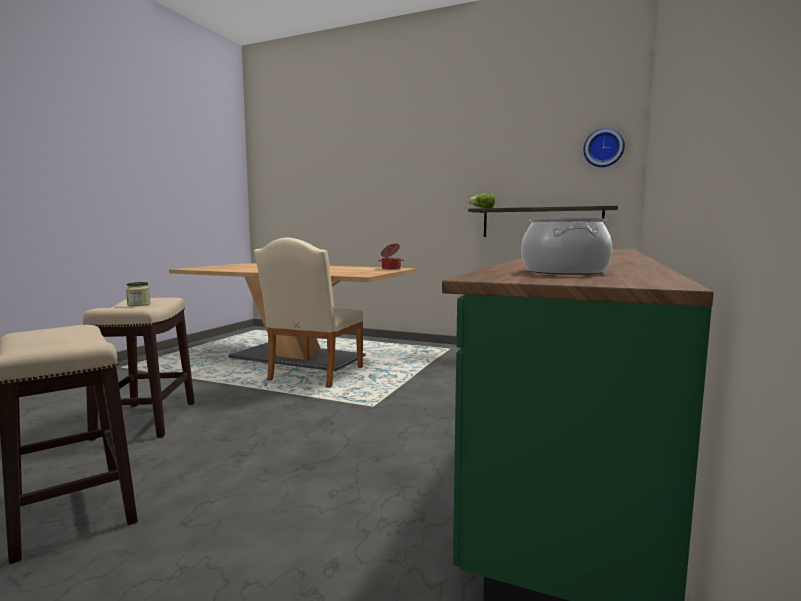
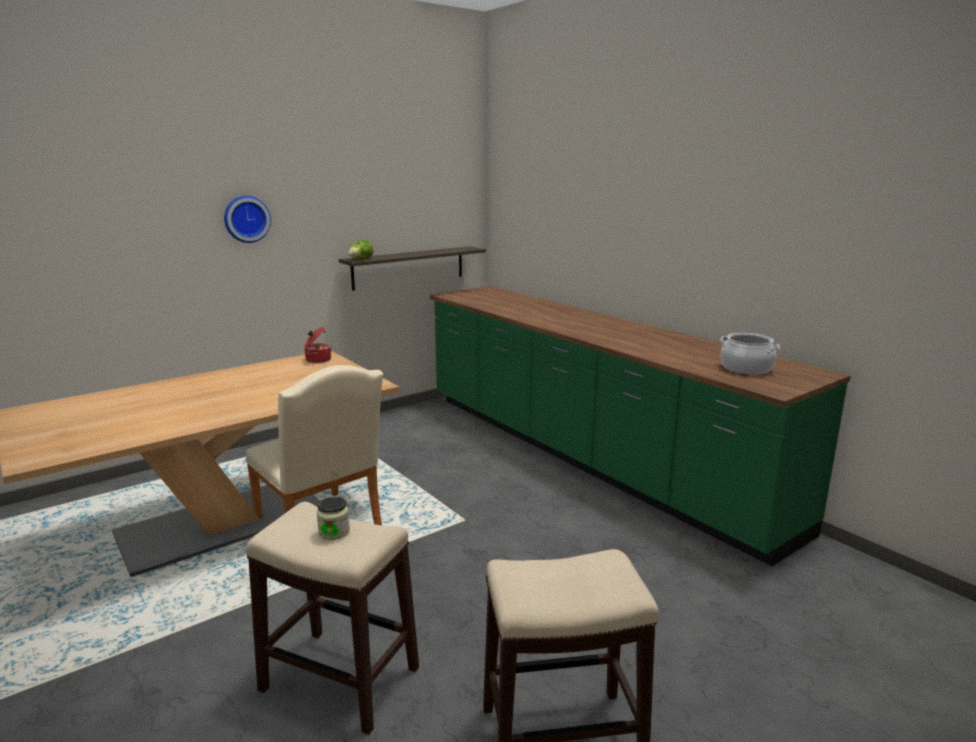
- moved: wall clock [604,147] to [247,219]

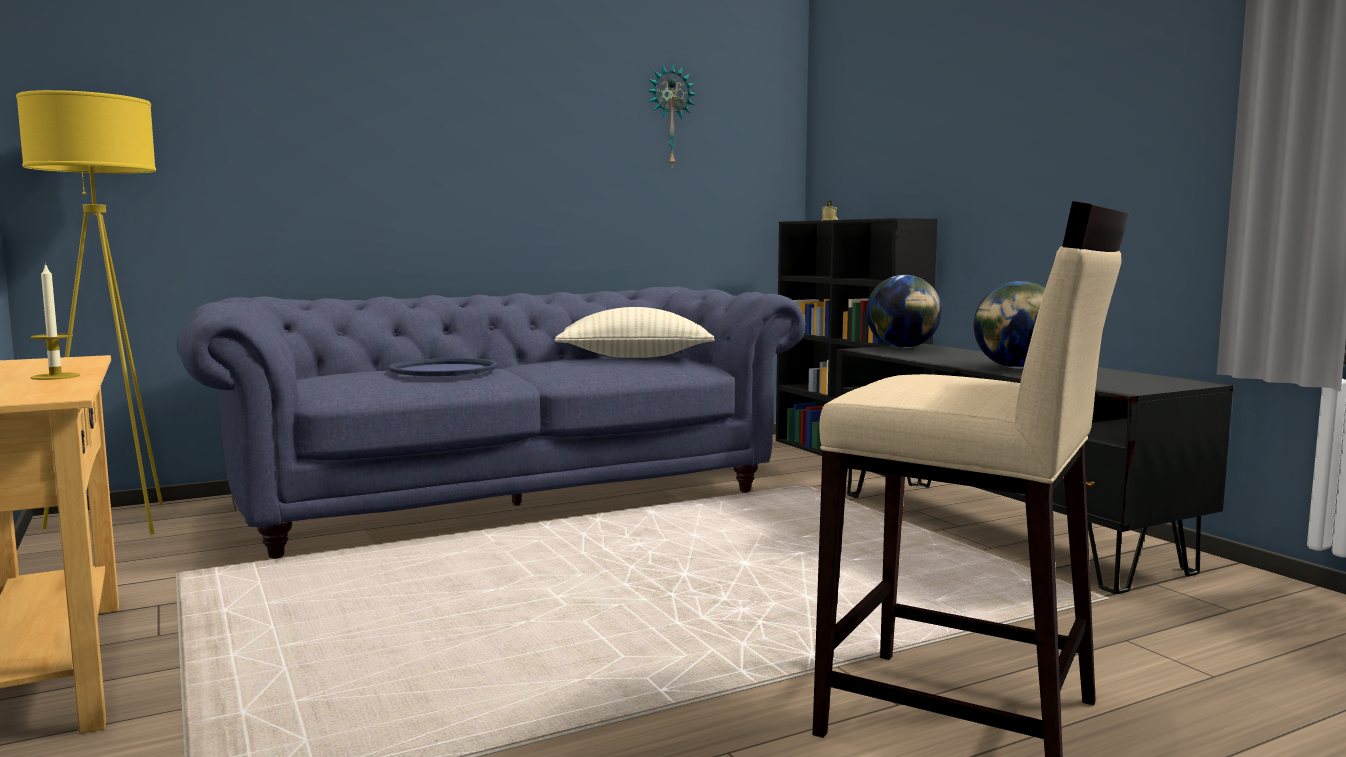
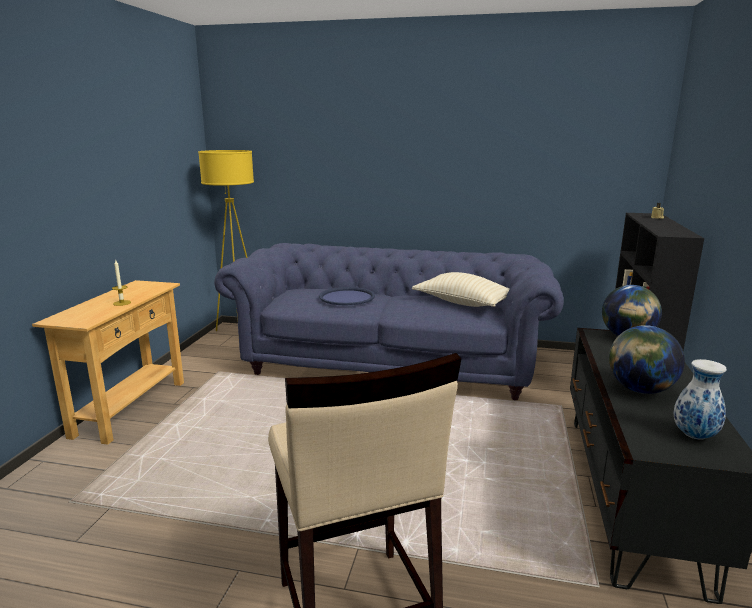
- added: vase [700,399]
- removed: wall clock [672,114]

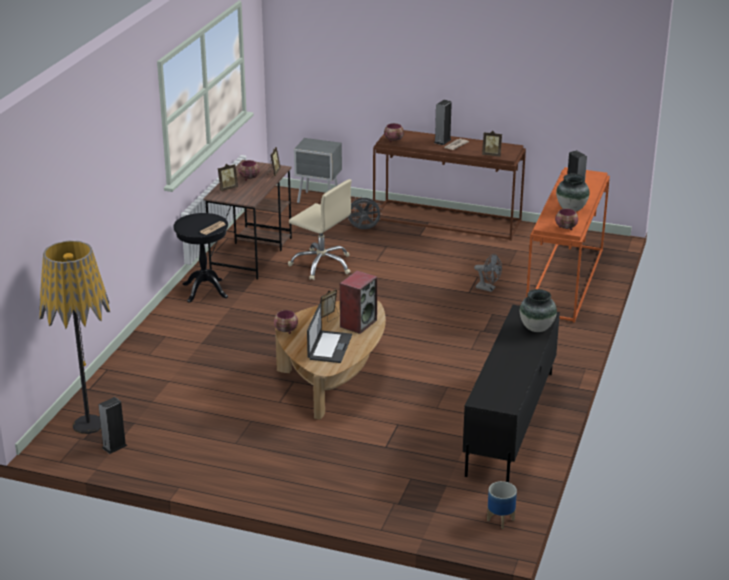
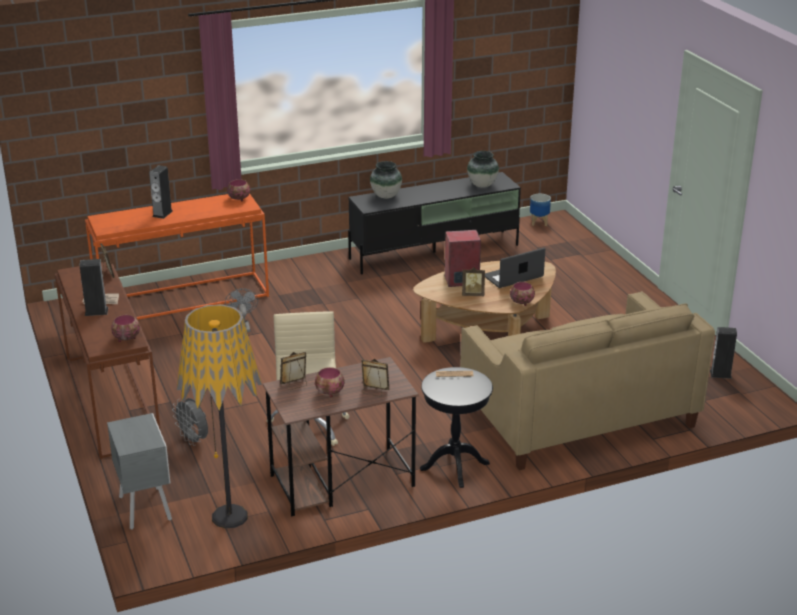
- moved: floor lamp [74,337] to [219,416]
- added: beige sofa [587,381]
- moved: vase [573,193] to [483,169]

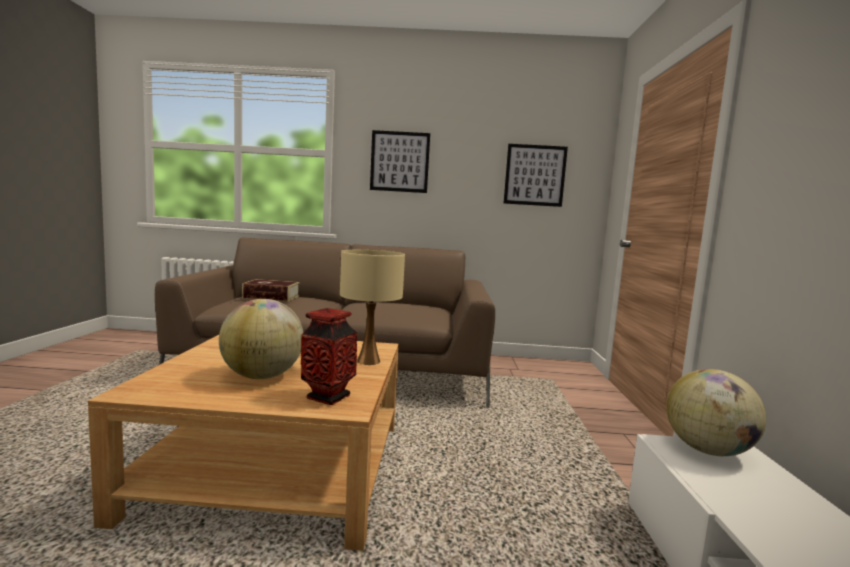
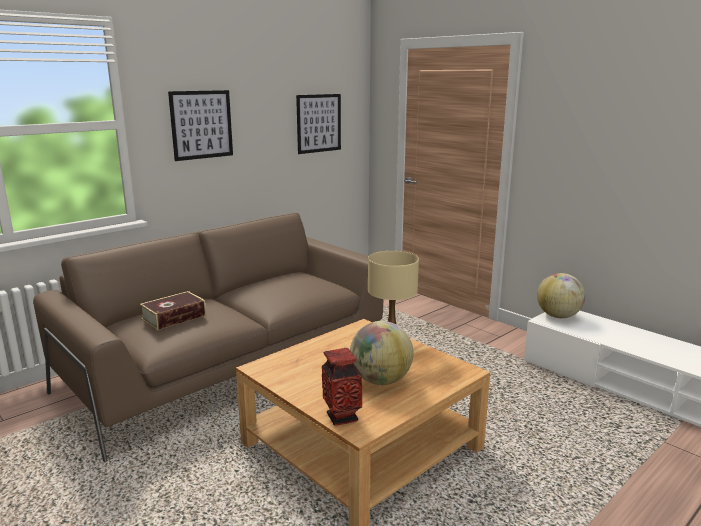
- moved: vase [329,356] to [342,387]

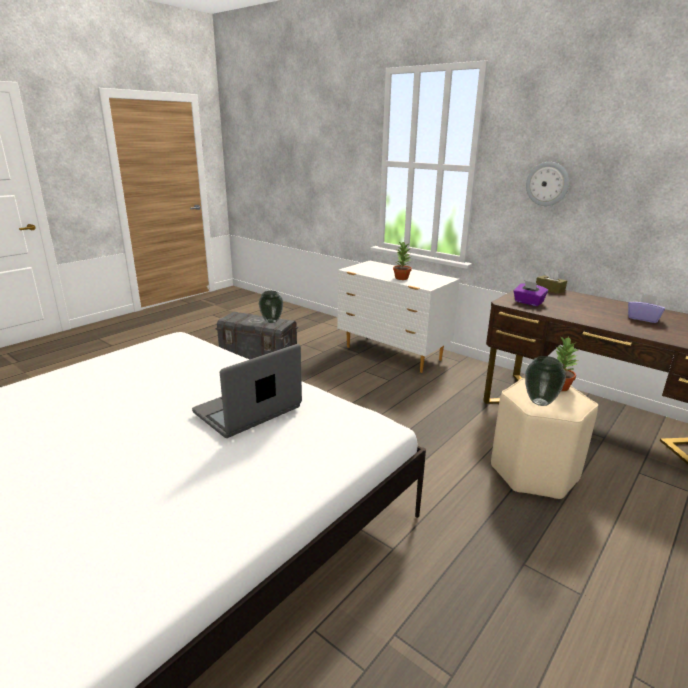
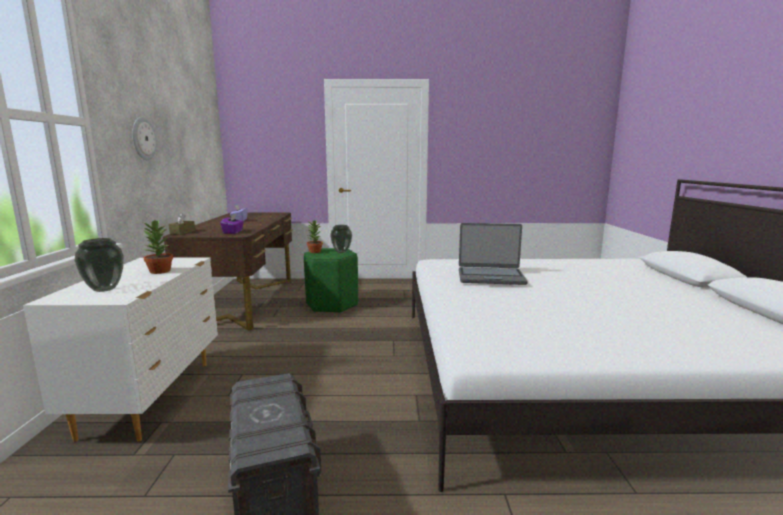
- moved: vase [271,307] to [99,265]
- recoloured: beige stool [544,439] to green stool [331,280]

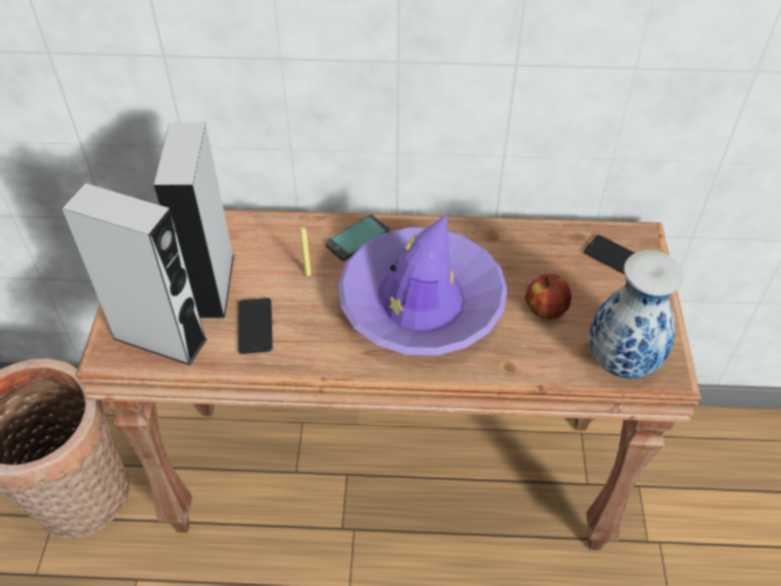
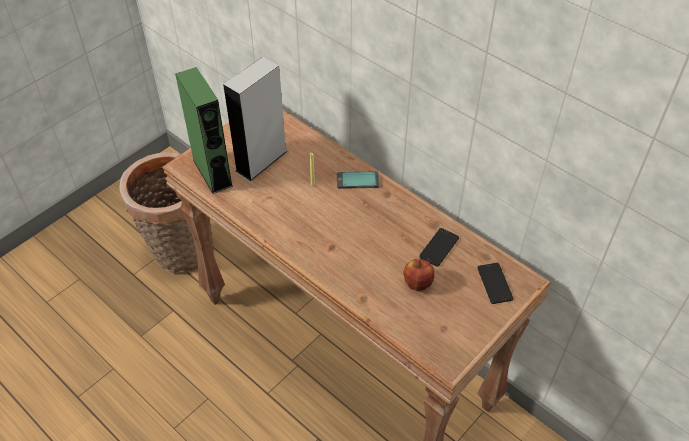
- recoloured: grey speaker [134,274] to green speaker [204,130]
- moved: phone [255,326] to [439,247]
- removed: purple hat [423,285]
- removed: vase [636,314]

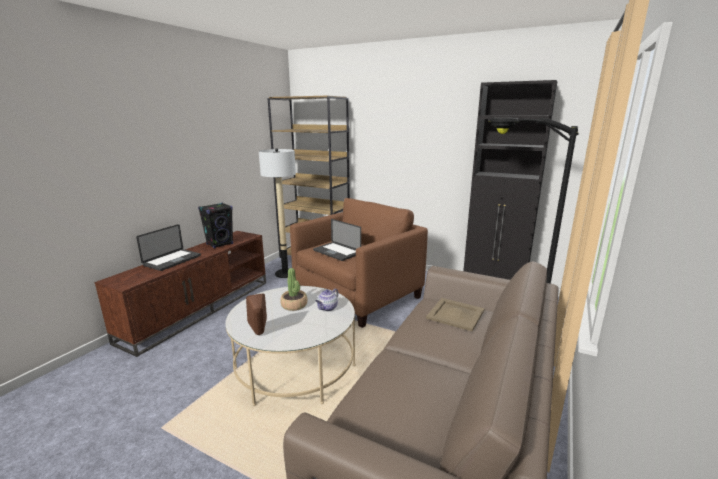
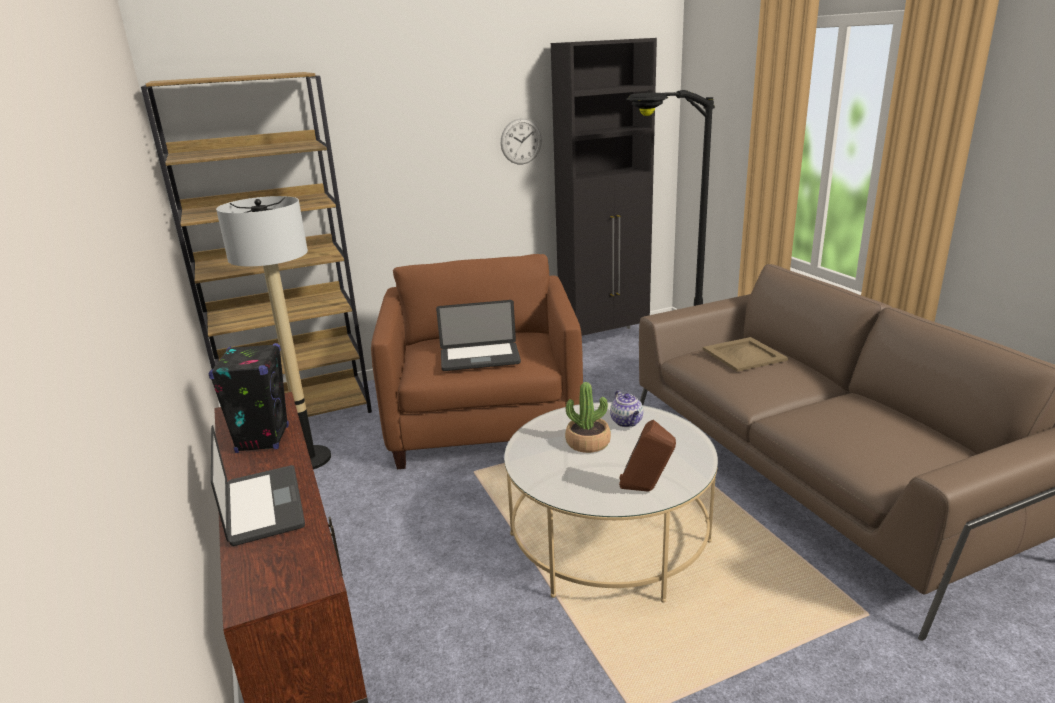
- added: wall clock [521,141]

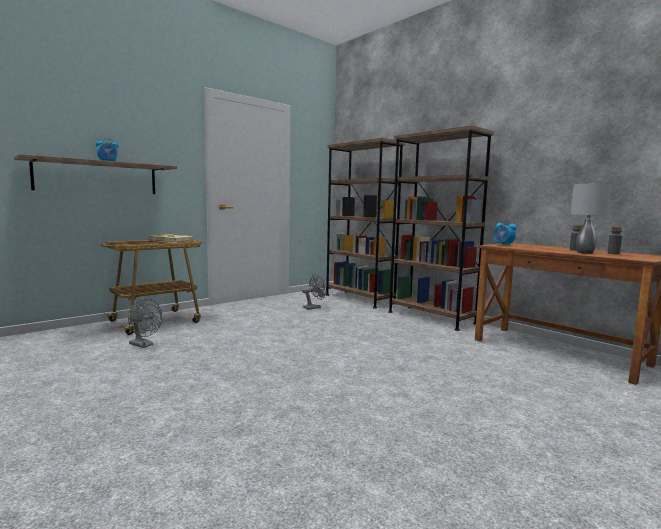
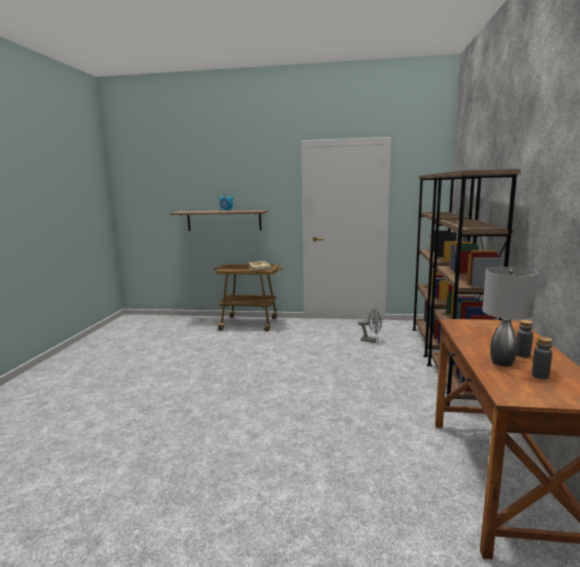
- removed: grey fan [145,323]
- removed: alarm clock [505,233]

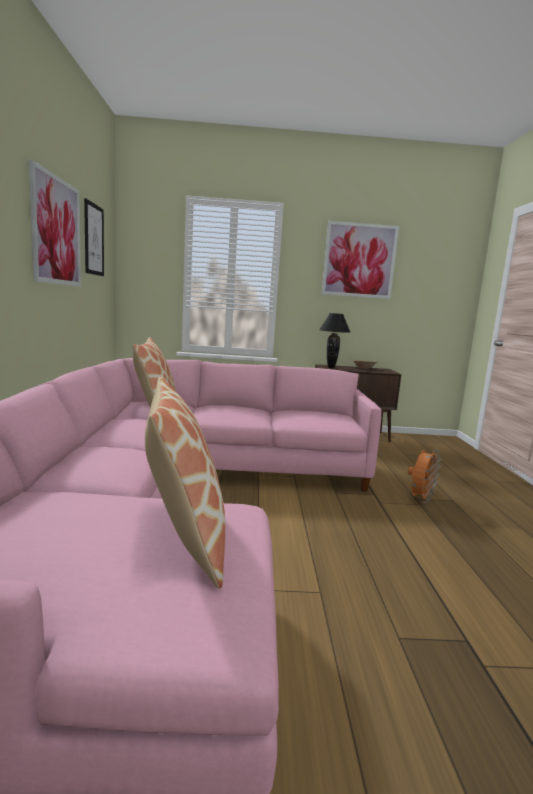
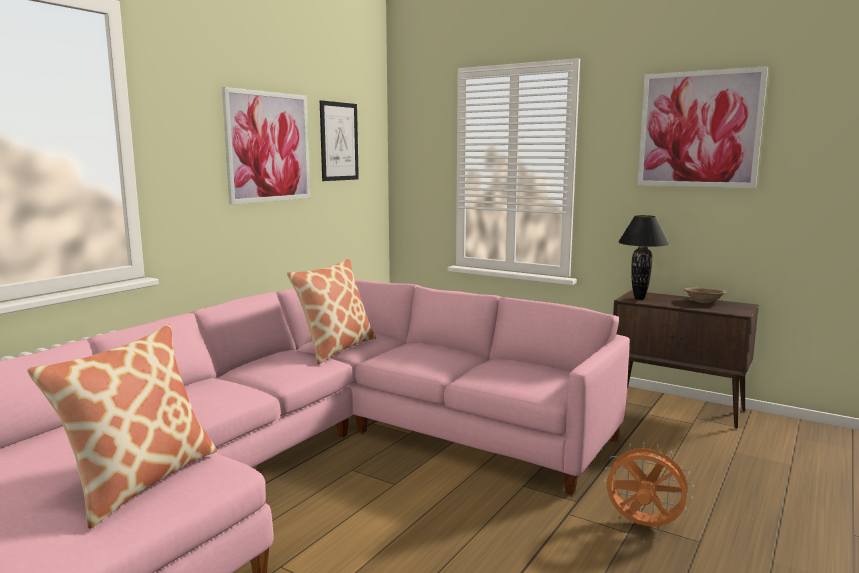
- turned: orange fan [424,476] = [649,484] 135 degrees counterclockwise

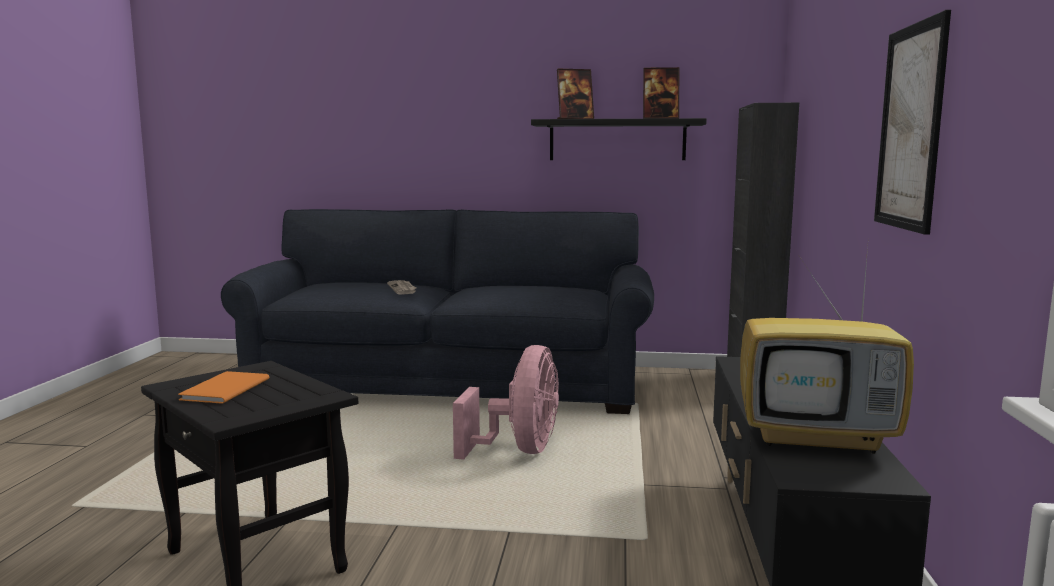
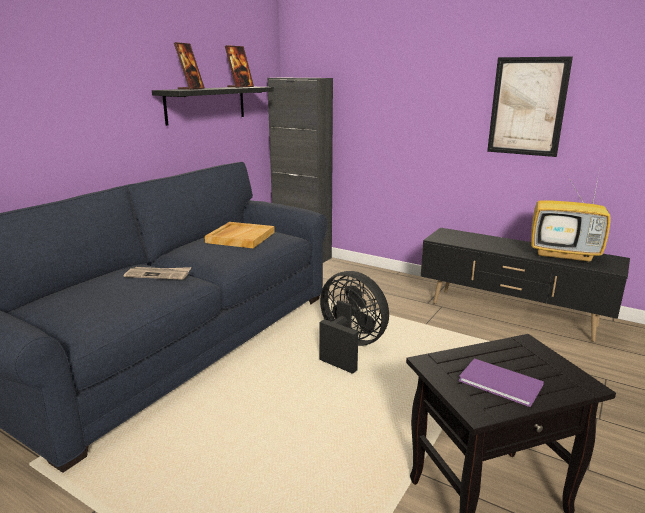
- added: beige tray [240,235]
- recoloured: pink fan [506,402] to black fan [354,322]
- recoloured: orange book [223,387] to purple book [501,382]
- turned: television [827,350] = [571,216] 75 degrees clockwise

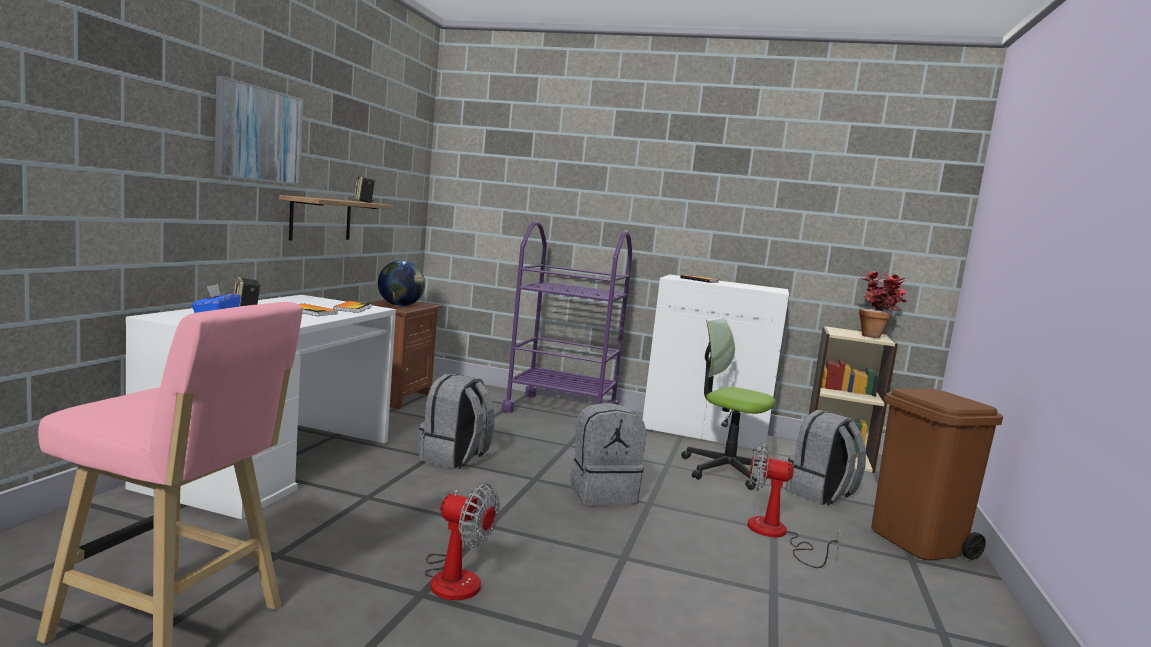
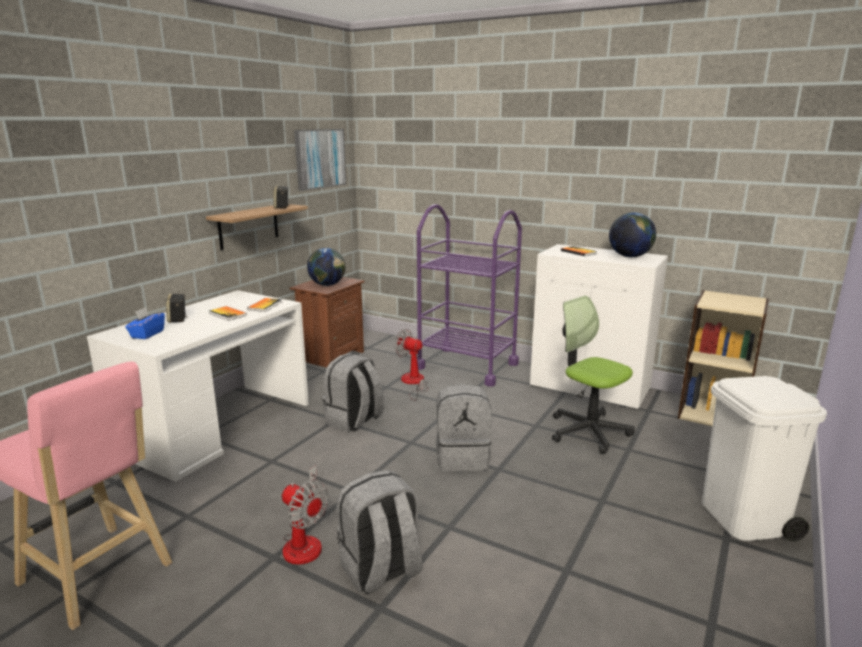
- moved: picture [258,130] to [320,160]
- moved: grey backpack [826,457] to [380,532]
- moved: fan [794,505] to [412,364]
- added: globe [632,234]
- recoloured: brown trash can [937,474] to white trash can [764,459]
- removed: potted plant [882,304]

